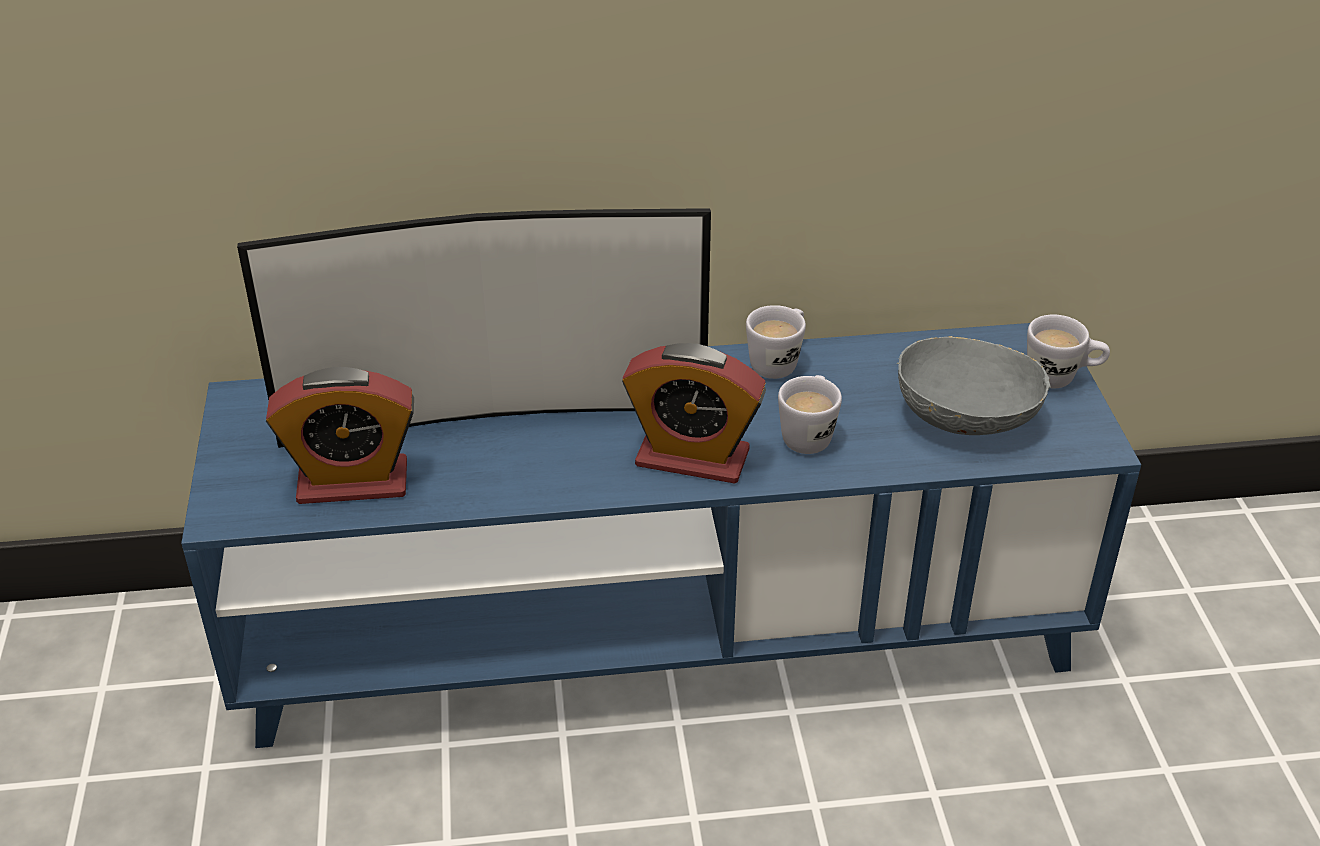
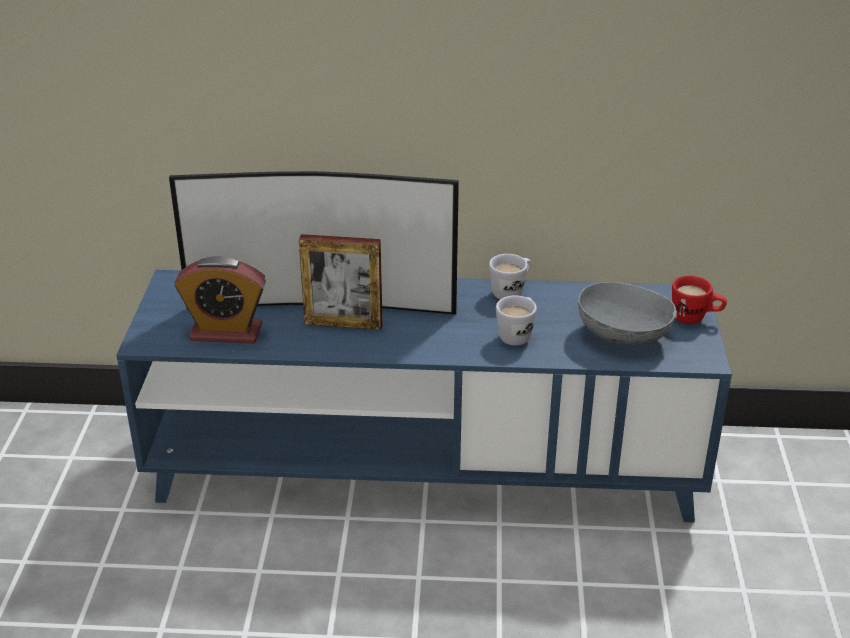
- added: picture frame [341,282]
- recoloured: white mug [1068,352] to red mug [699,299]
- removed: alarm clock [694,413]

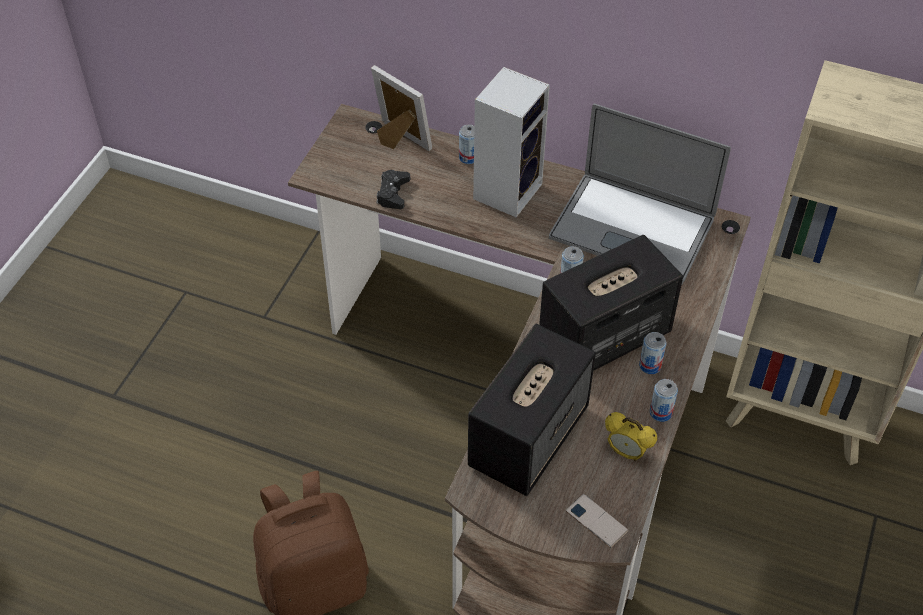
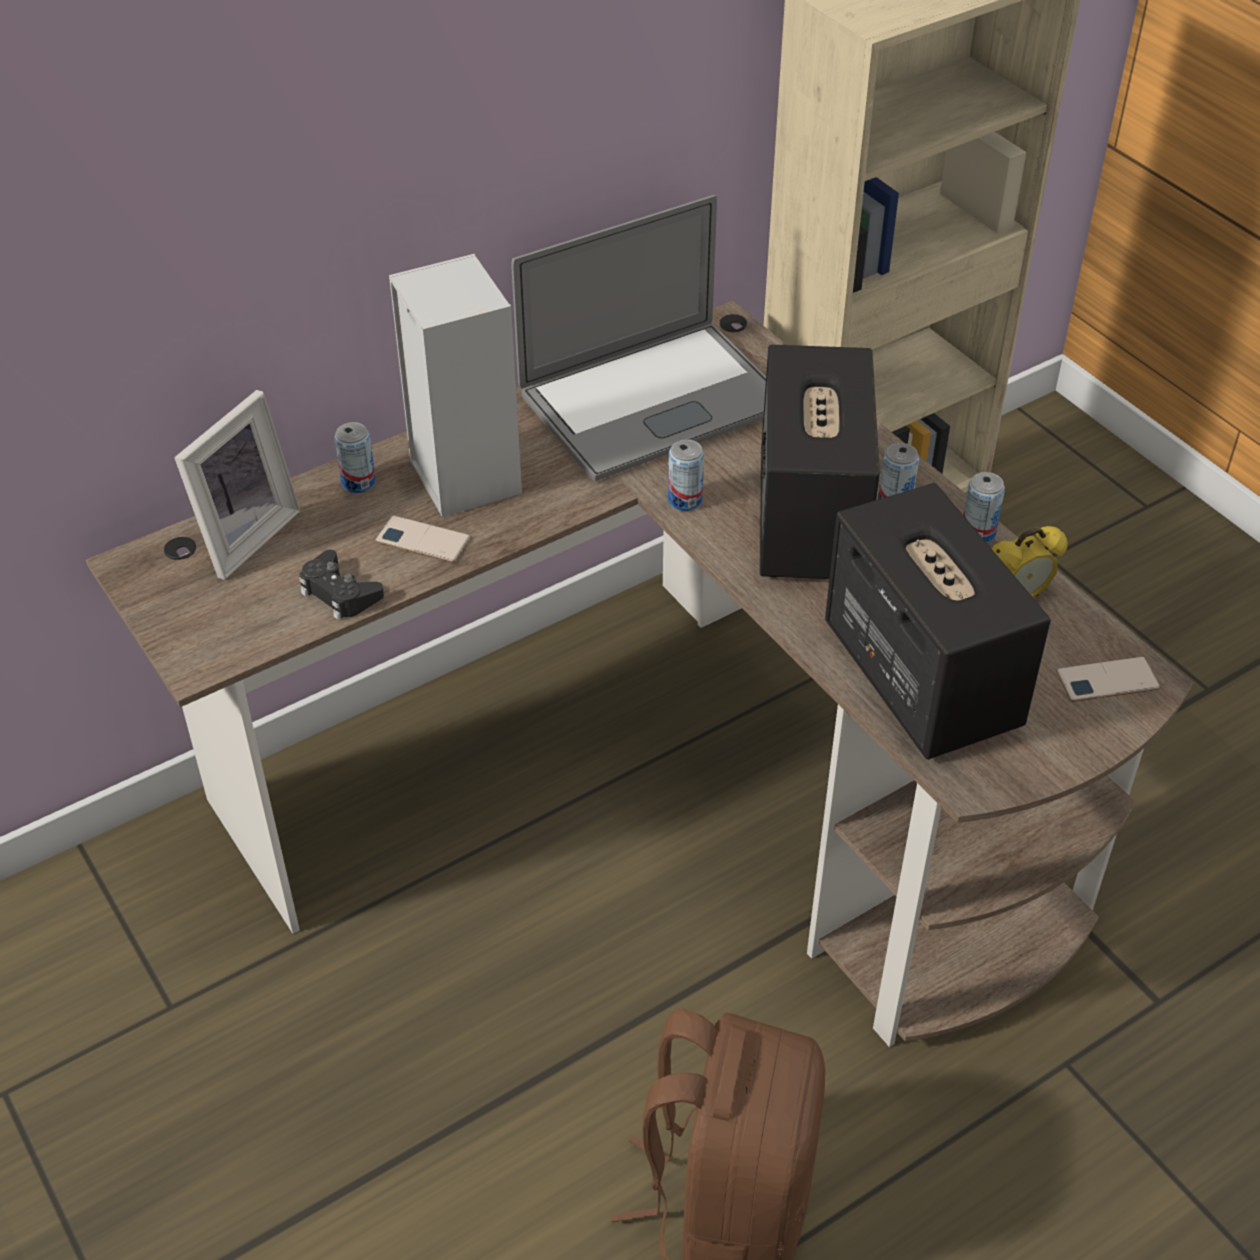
- turned: picture frame [401,108] = [237,485] 135 degrees clockwise
- added: phone [422,539]

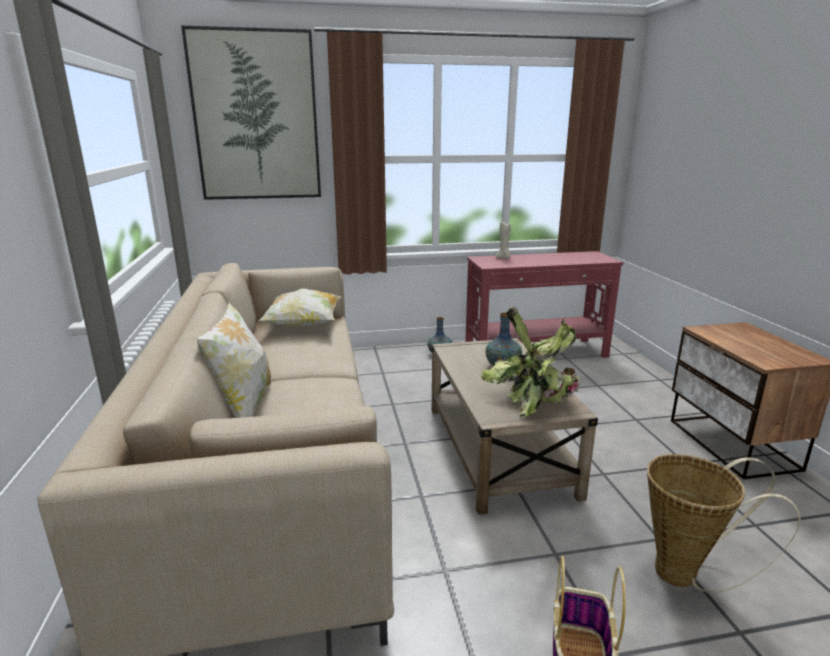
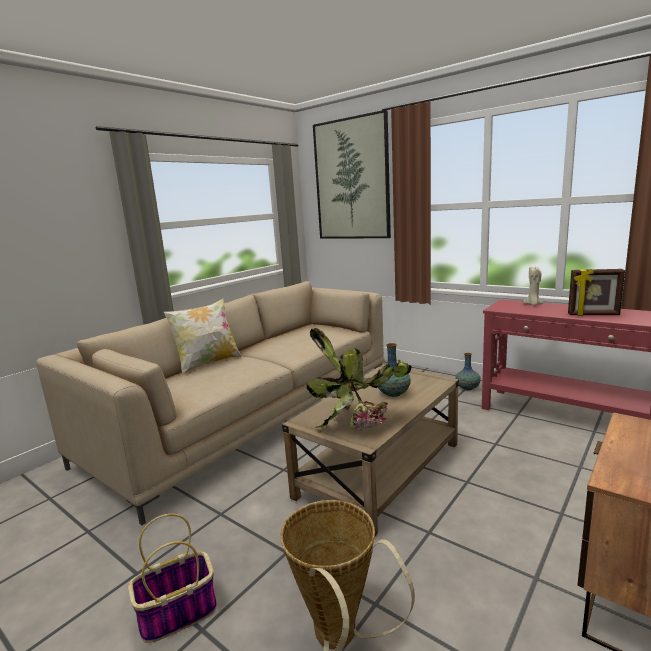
- added: picture frame [596,292]
- removed: pillow [299,308]

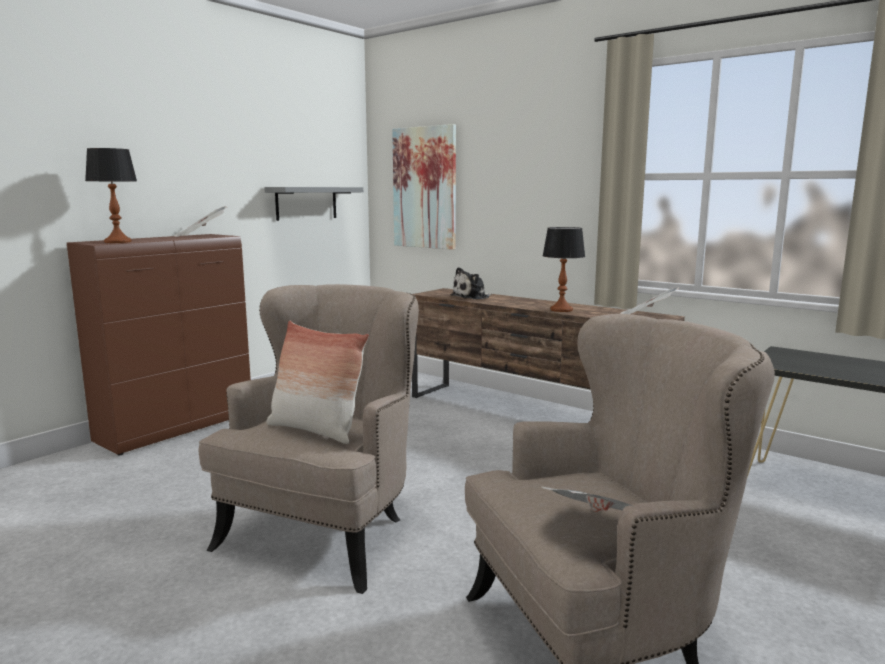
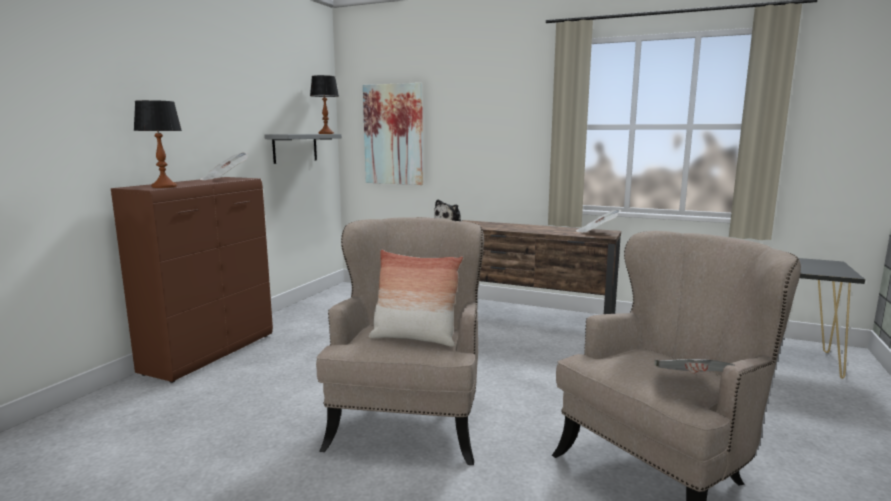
- moved: table lamp [563,269] to [324,104]

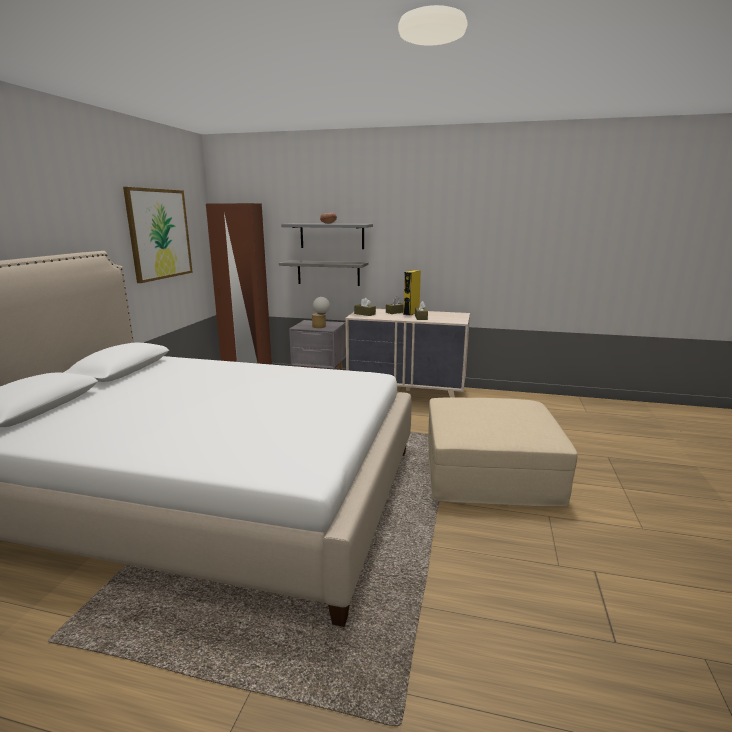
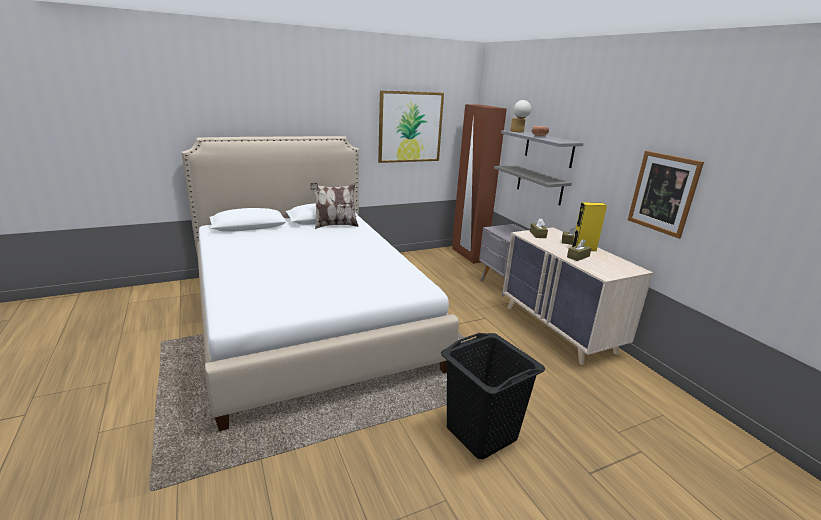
- added: pillow [334,205]
- replaced: beige ottoman [503,452] to black laundry basket [493,396]
- moved: table lamp [321,312] to [520,116]
- added: picture [666,195]

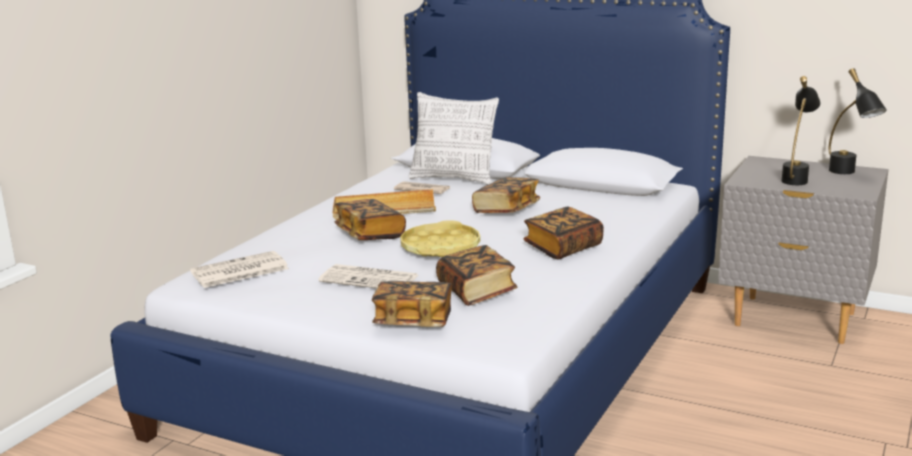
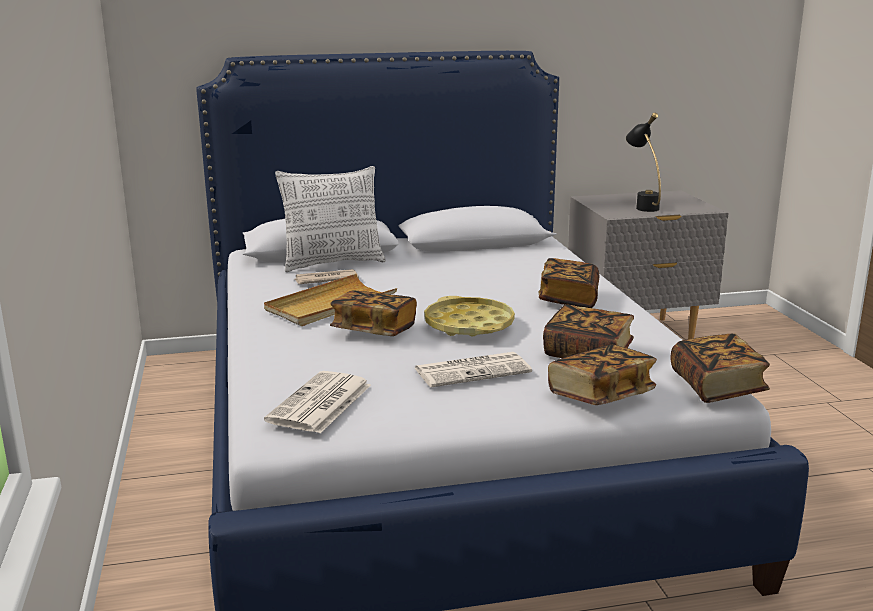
- moved: book [506,195] to [720,368]
- removed: black table lamp [858,121]

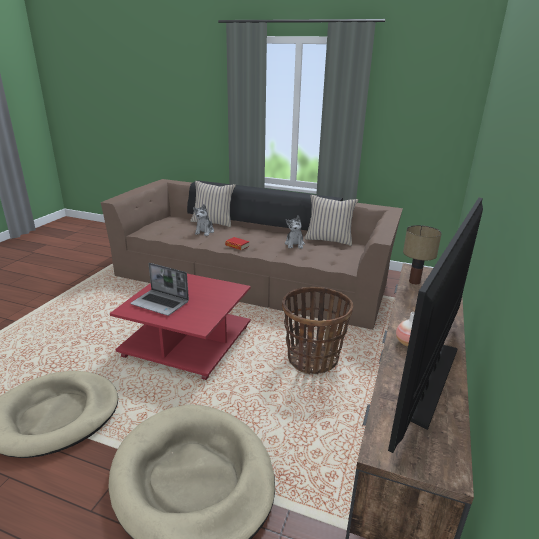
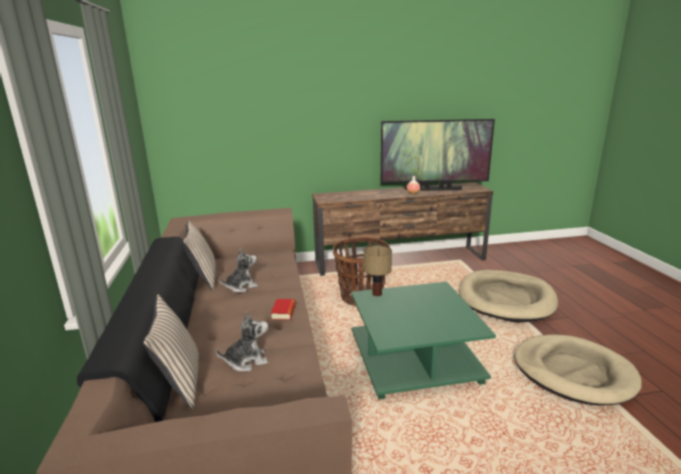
- recoloured: red coffee table [180,327] to green coffee table [423,340]
- moved: table lamp [422,254] to [377,270]
- removed: laptop [159,289]

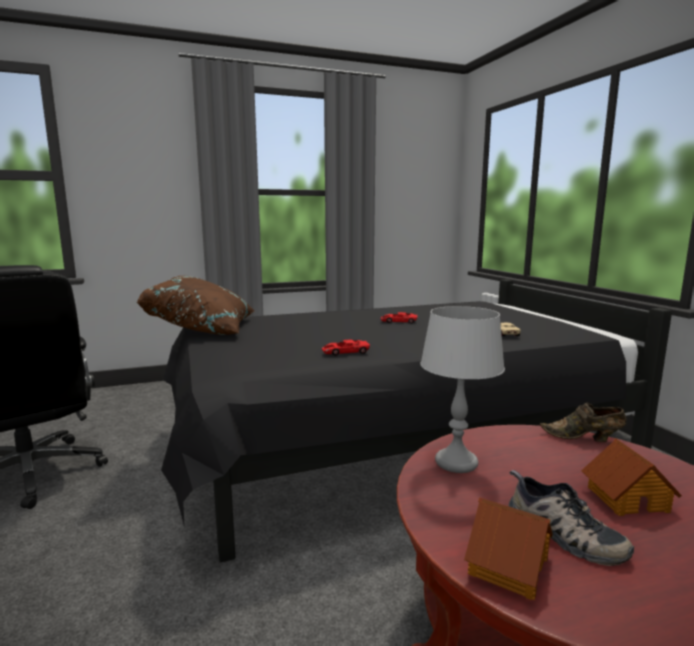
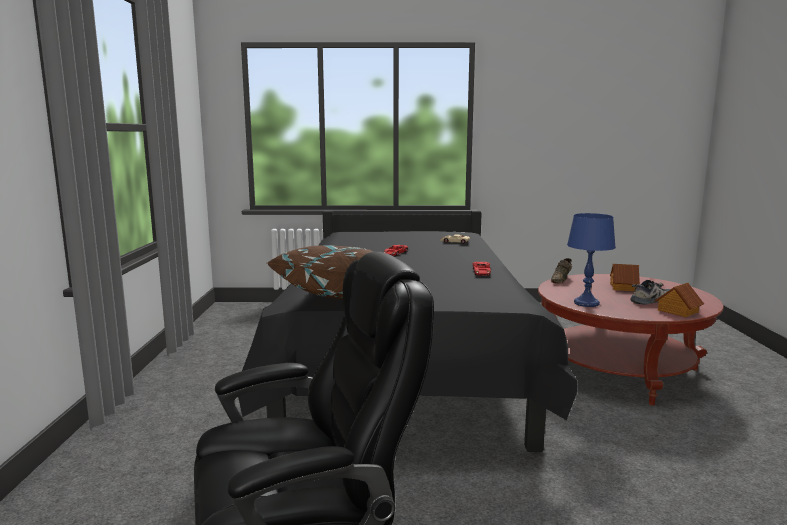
- recoloured: grey table lamp [462,389] to blue table lamp [591,260]

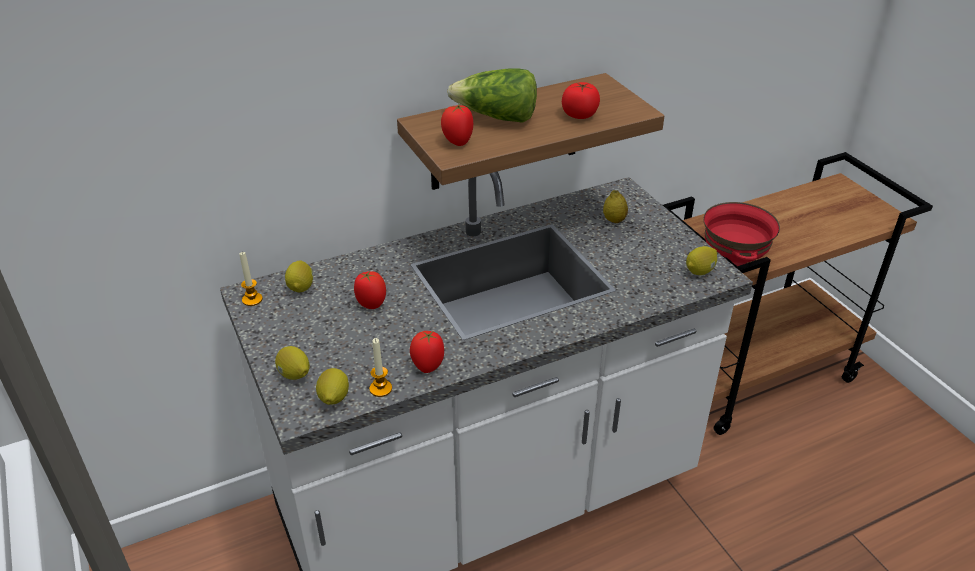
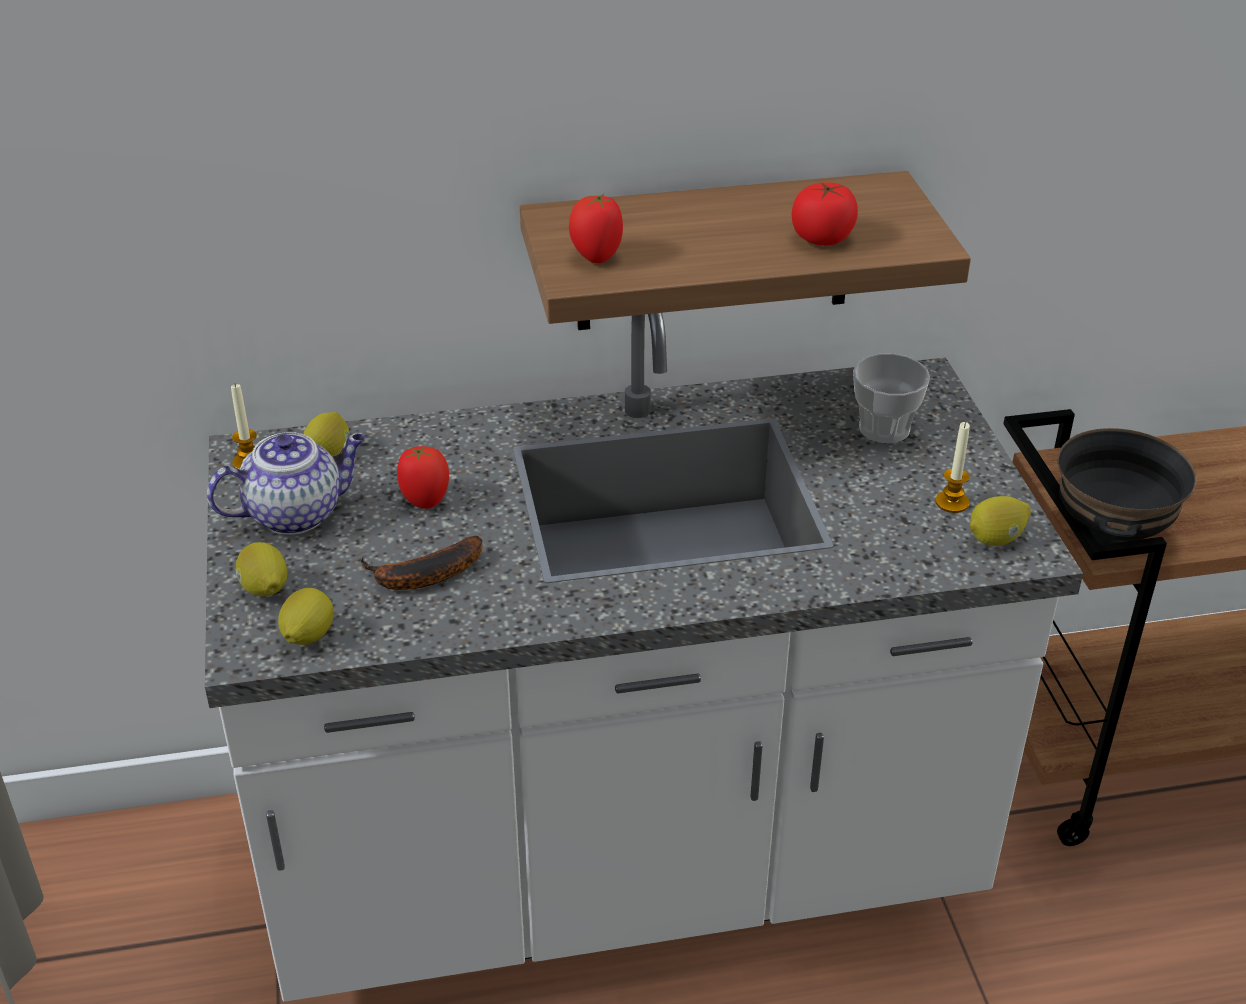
- added: teapot [286,483]
- added: banana [421,563]
- replaced: lemon [615,206] to cup [891,398]
- moved: candle [380,367] to [952,467]
- recoloured: red bowl [741,234] to black bowl [1127,486]
- removed: tomato [427,352]
- removed: lettuce [492,95]

